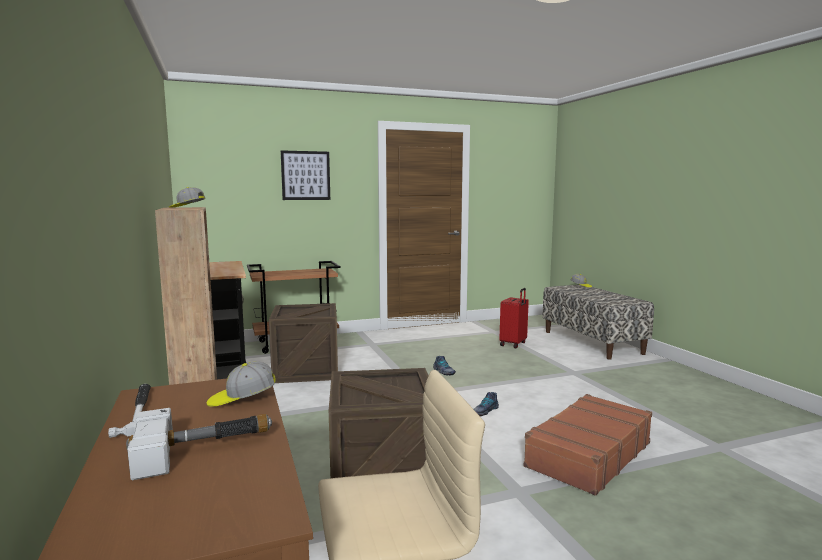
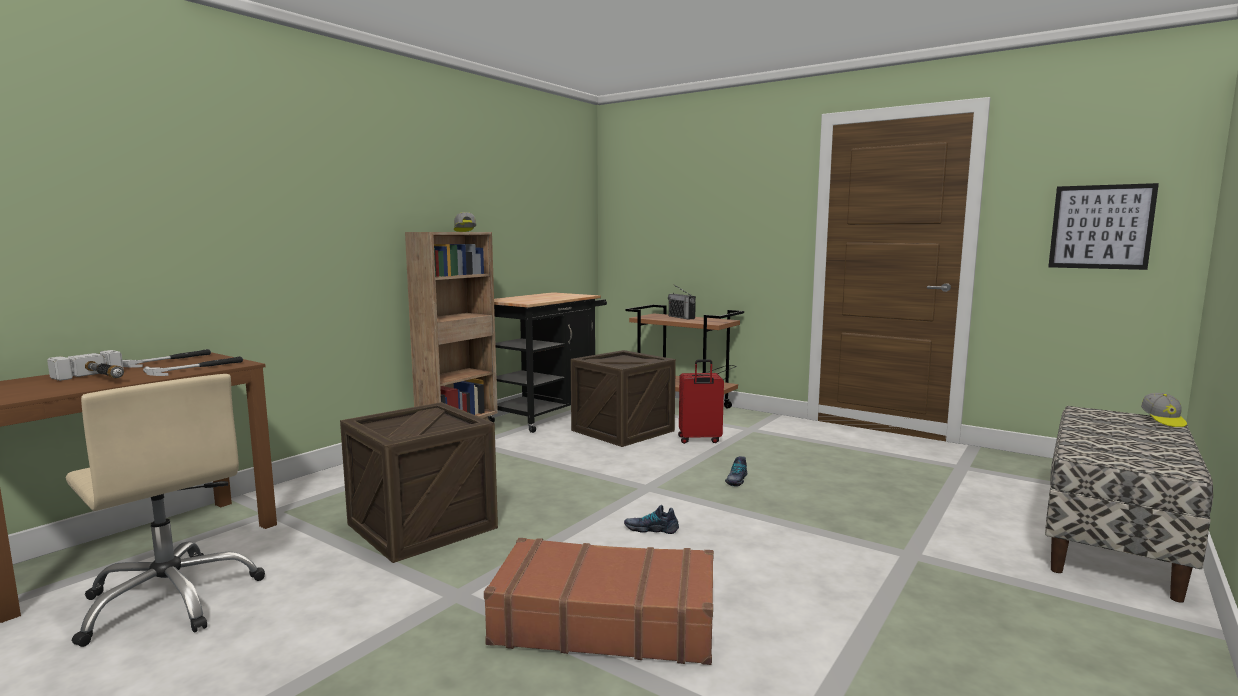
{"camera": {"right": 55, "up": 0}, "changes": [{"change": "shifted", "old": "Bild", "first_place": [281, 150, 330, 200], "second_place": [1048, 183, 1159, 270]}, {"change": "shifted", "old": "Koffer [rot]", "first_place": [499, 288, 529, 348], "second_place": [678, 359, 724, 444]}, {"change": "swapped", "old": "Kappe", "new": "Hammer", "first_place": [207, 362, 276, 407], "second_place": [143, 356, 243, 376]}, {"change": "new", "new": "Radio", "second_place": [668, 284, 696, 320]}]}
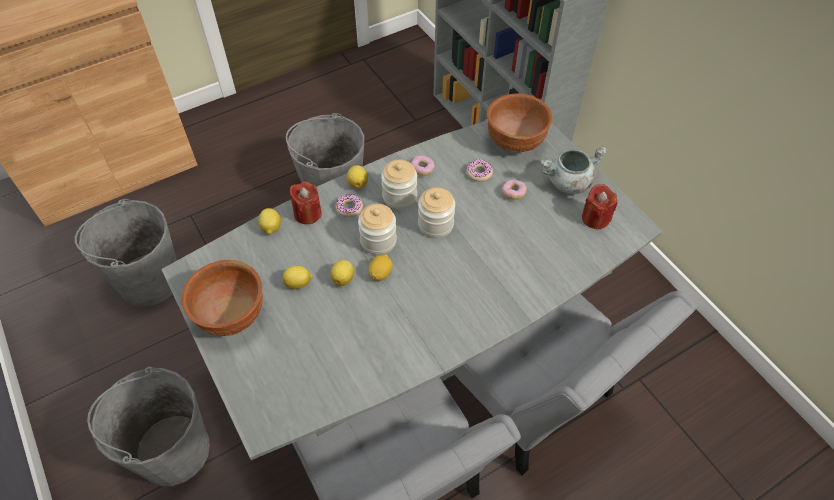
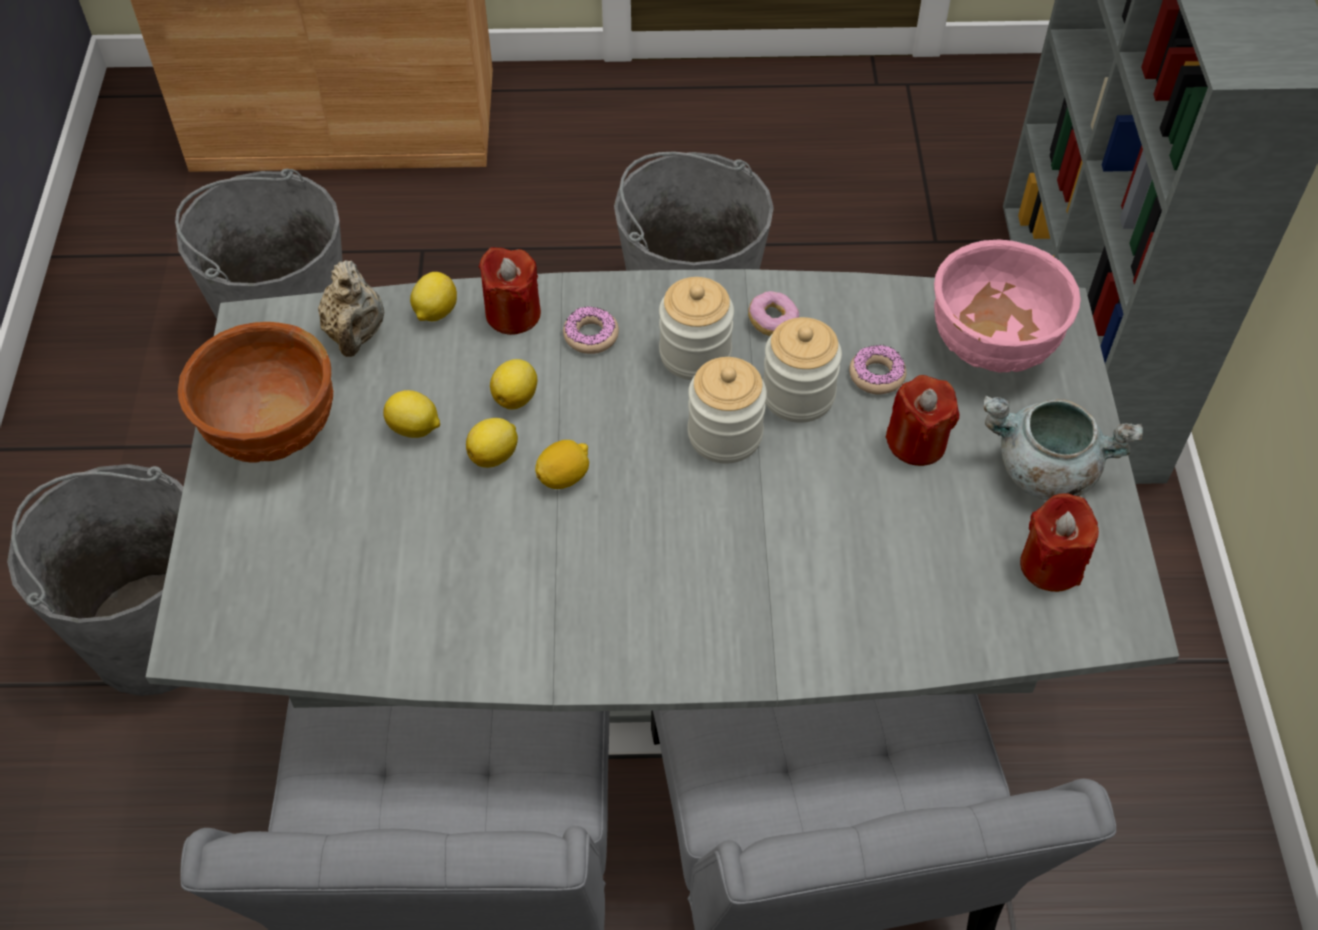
{"camera": {"right": 30, "up": 0}, "changes": [{"change": "repainted", "old": "Schüssel [braun]", "new": "Schüssel [rosa]", "first_place": [487, 94, 552, 152], "second_place": [934, 240, 1081, 373]}, {"change": "shifted", "old": "Zitrone", "first_place": [347, 165, 368, 189], "second_place": [490, 359, 538, 410]}, {"change": "swapped", "old": "Donut", "new": "Kerze [rot]", "first_place": [502, 180, 527, 200], "second_place": [886, 375, 959, 466]}, {"change": "shifted", "old": "Vorratsglas", "first_place": [358, 204, 397, 255], "second_place": [763, 317, 842, 423]}, {"change": "new", "new": "Teekanne [beige]", "second_place": [318, 260, 384, 357]}]}
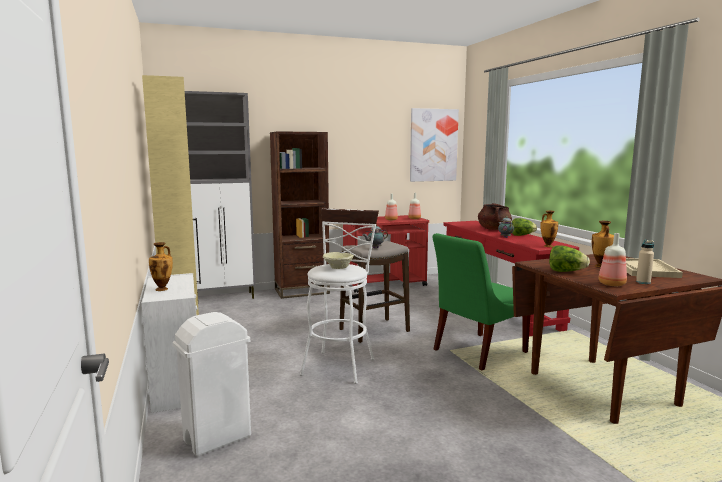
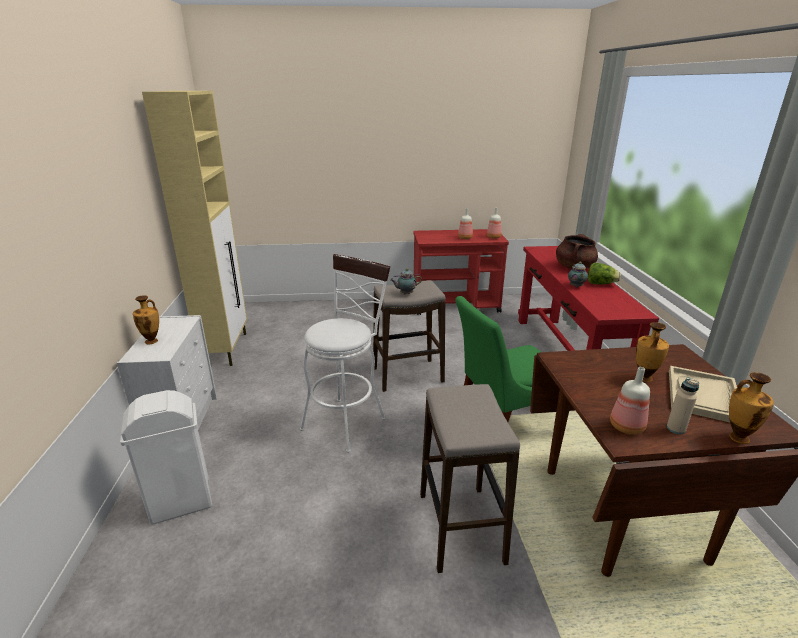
{"camera": {"right": 15, "up": 15}, "changes": [{"change": "gone", "old": "Schrank [grau]", "first_place": [185, 91, 256, 299]}, {"change": "gone", "old": "Bild", "first_place": [410, 108, 459, 182]}, {"change": "gone", "old": "Bücherregal [braun]", "first_place": [270, 131, 330, 299]}, {"change": "shifted", "old": "Vase", "first_place": [540, 210, 558, 247], "second_place": [729, 372, 774, 444]}, {"change": "gone", "old": "Salatkopf", "first_place": [549, 245, 590, 272]}, {"change": "gone", "old": "Schüssel [beige]", "first_place": [323, 252, 354, 269]}, {"change": "new", "new": "Hocker", "second_place": [420, 384, 520, 573]}]}
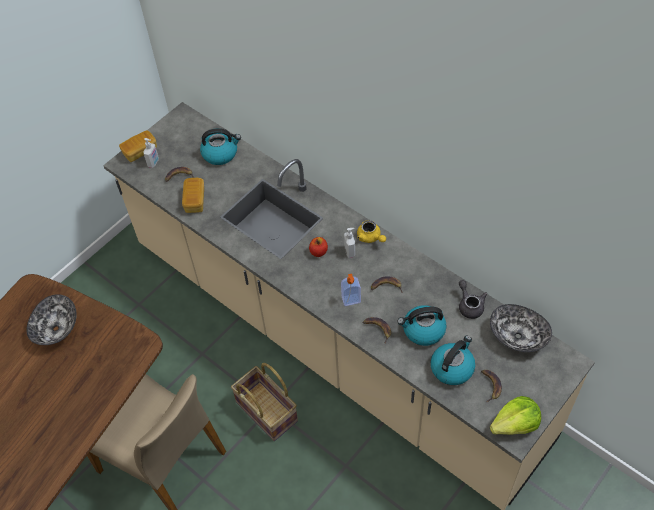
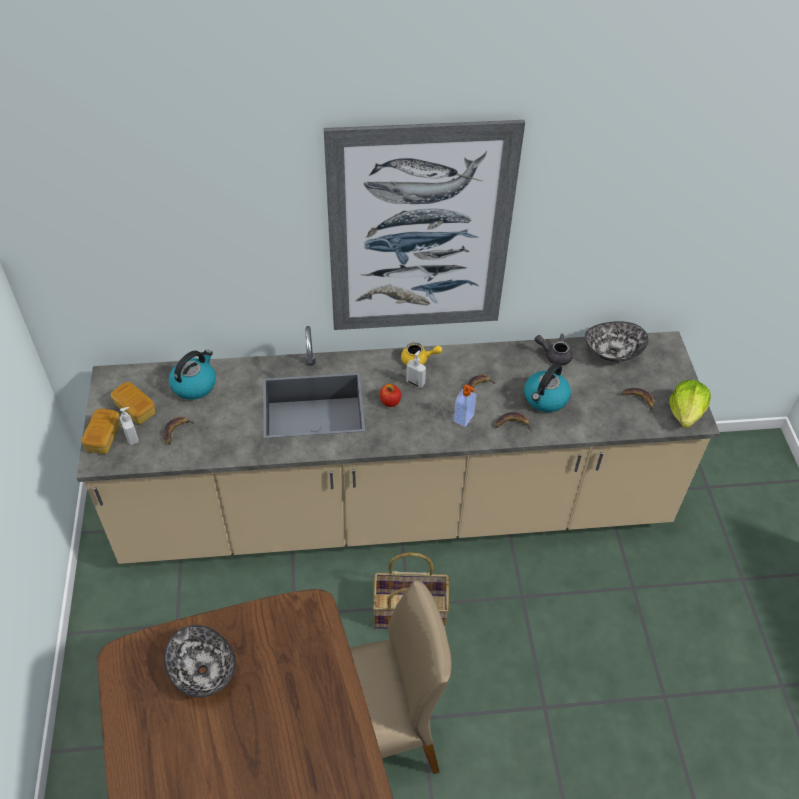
{"camera": {"right": -50, "up": -5}, "changes": [{"change": "shifted", "old": "Brot", "first_place": [182, 178, 204, 213], "second_place": [111, 382, 155, 425]}, {"change": "gone", "old": "Wasserkessel", "first_place": [431, 336, 475, 385]}, {"change": "new", "new": "Bild", "second_place": [324, 120, 525, 330]}]}
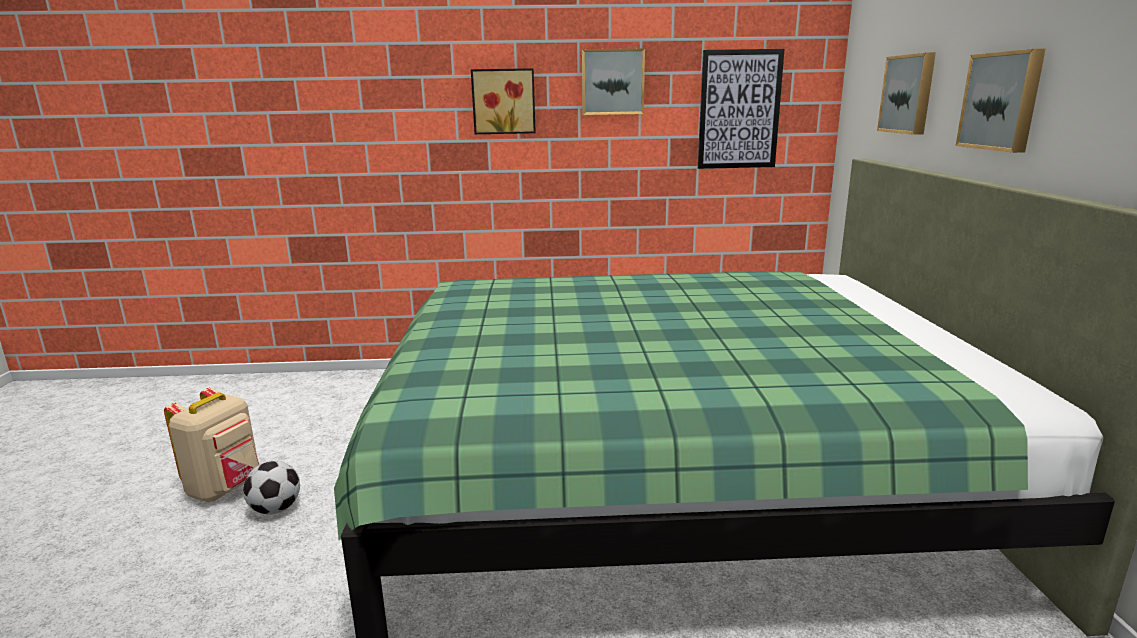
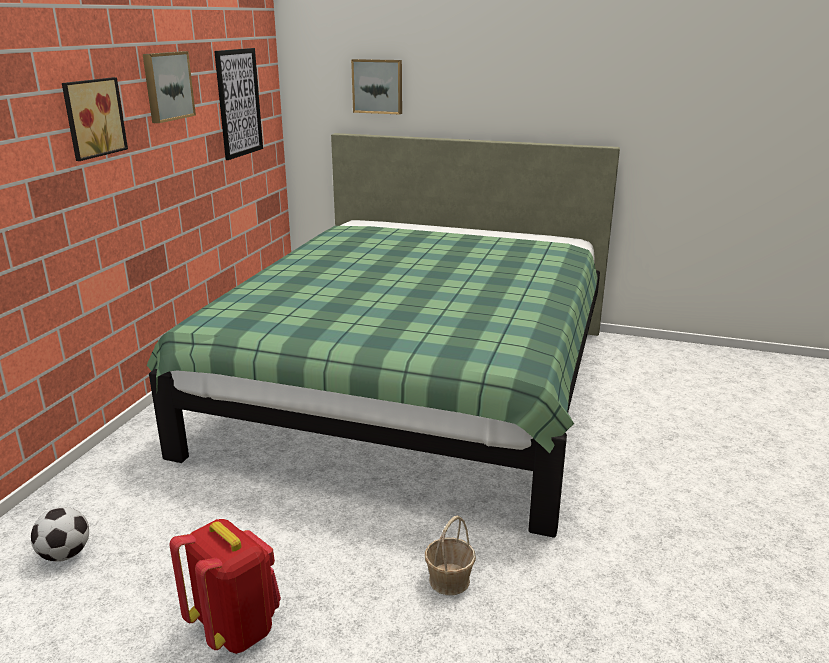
{"camera": {"right": -70, "up": 5}, "changes": [{"change": "gone", "old": "Bild", "first_place": [956, 49, 1046, 153]}, {"change": "repainted", "old": "Rucksack [beige]", "new": "Rucksack [rot]", "first_place": [164, 387, 259, 502], "second_place": [169, 519, 281, 654]}, {"change": "shifted", "old": "Fußball", "first_place": [243, 461, 300, 514], "second_place": [31, 507, 89, 562]}, {"change": "new", "new": "Korb", "second_place": [425, 516, 476, 595]}]}
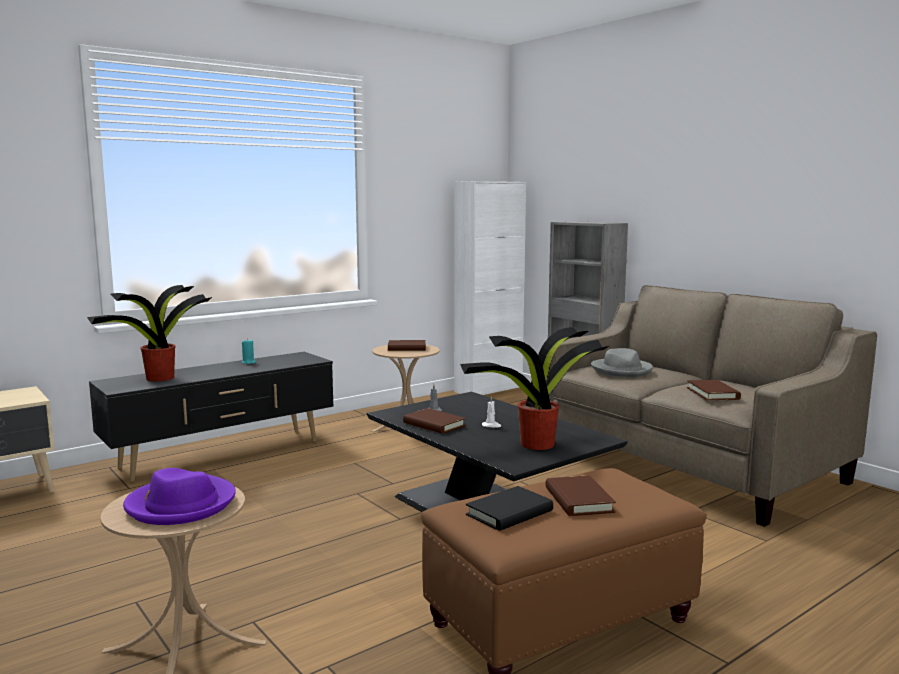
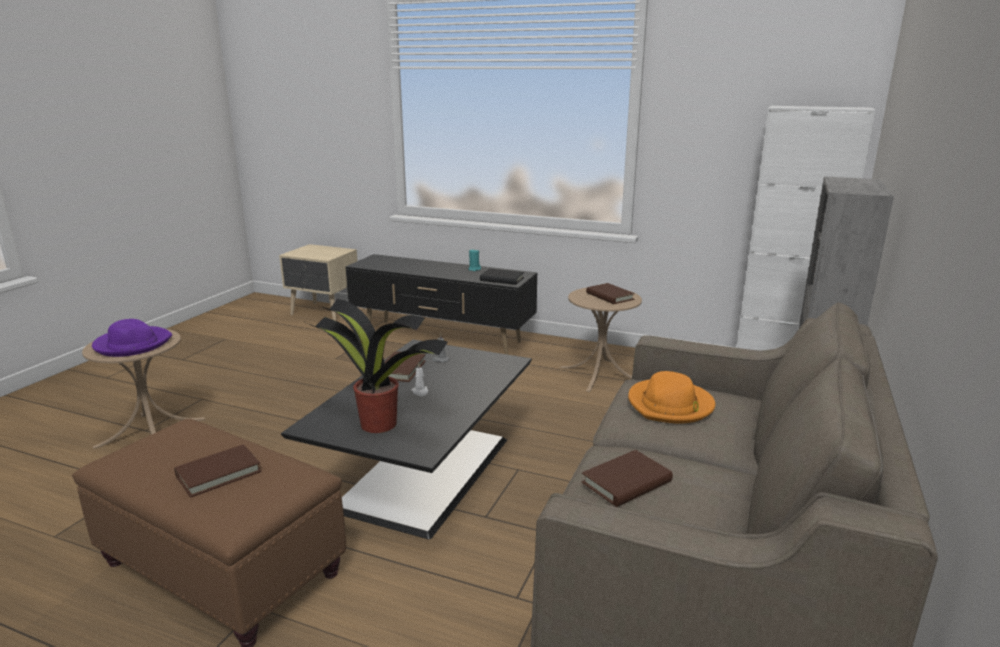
{"camera": {"right": 60, "up": 10}, "changes": [{"change": "gone", "old": "Topfpflanze", "first_place": [87, 285, 212, 381]}, {"change": "repainted", "old": "Hut [grau]", "new": "Hut [orange]", "first_place": [591, 348, 653, 377], "second_place": [628, 371, 715, 424]}, {"change": "shifted", "old": "Buch [schwarz]", "first_place": [466, 486, 553, 531], "second_place": [480, 269, 524, 285]}]}
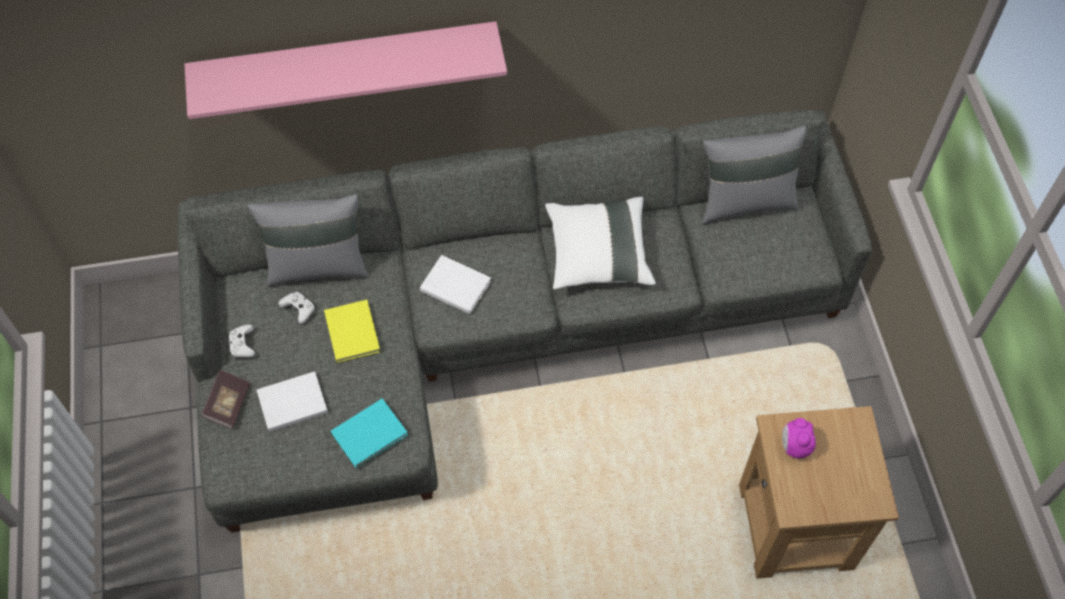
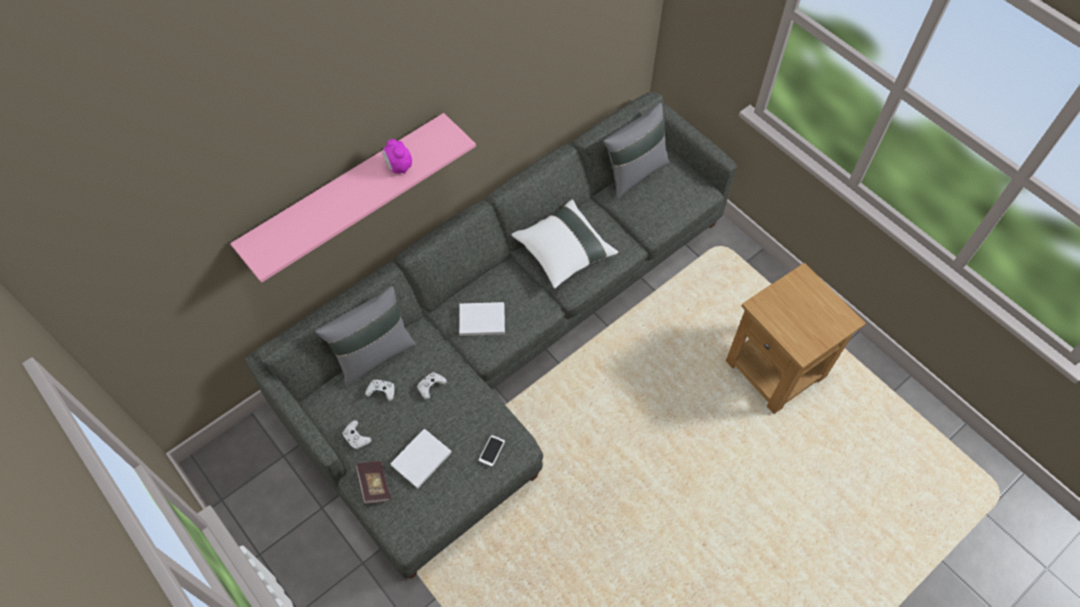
{"camera": {"right": -30, "up": 0}, "changes": [{"change": "swapped", "old": "Buch [gelb]", "new": "Gamepad [weiß]", "first_place": [324, 300, 381, 363], "second_place": [417, 372, 447, 400]}, {"change": "swapped", "old": "Buch [türkis]", "new": "Handy", "first_place": [331, 398, 408, 469], "second_place": [478, 435, 505, 467]}, {"change": "shifted", "old": "Wecker", "first_place": [782, 418, 816, 459], "second_place": [382, 139, 412, 174]}]}
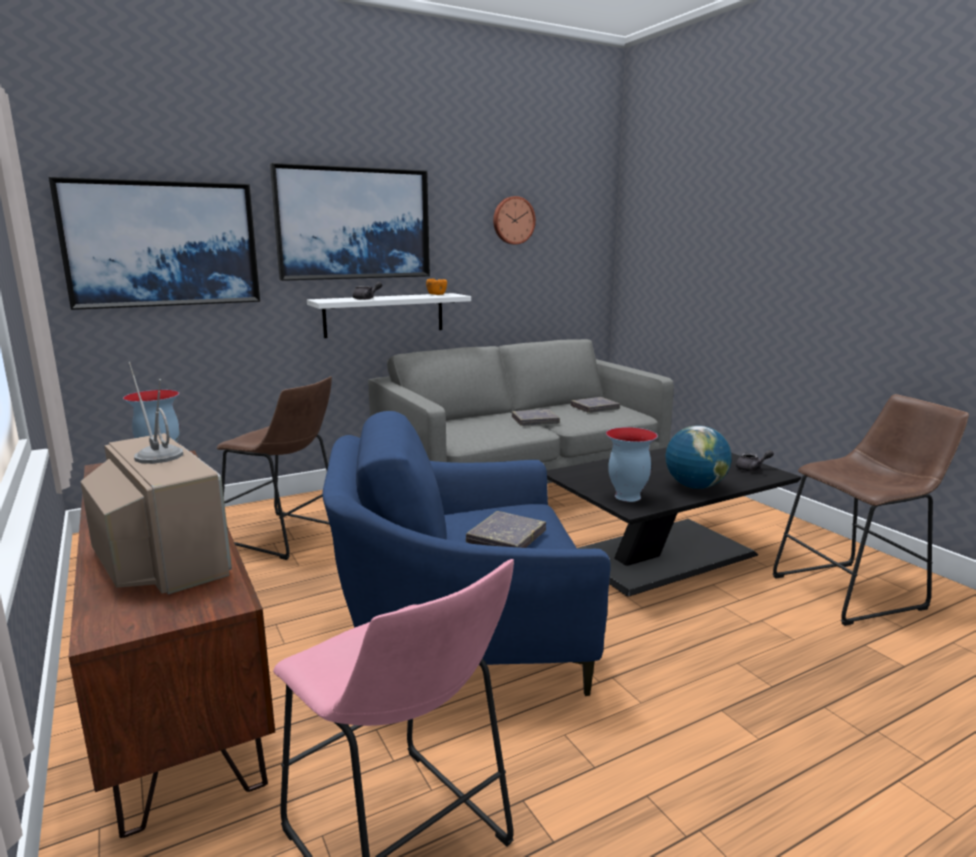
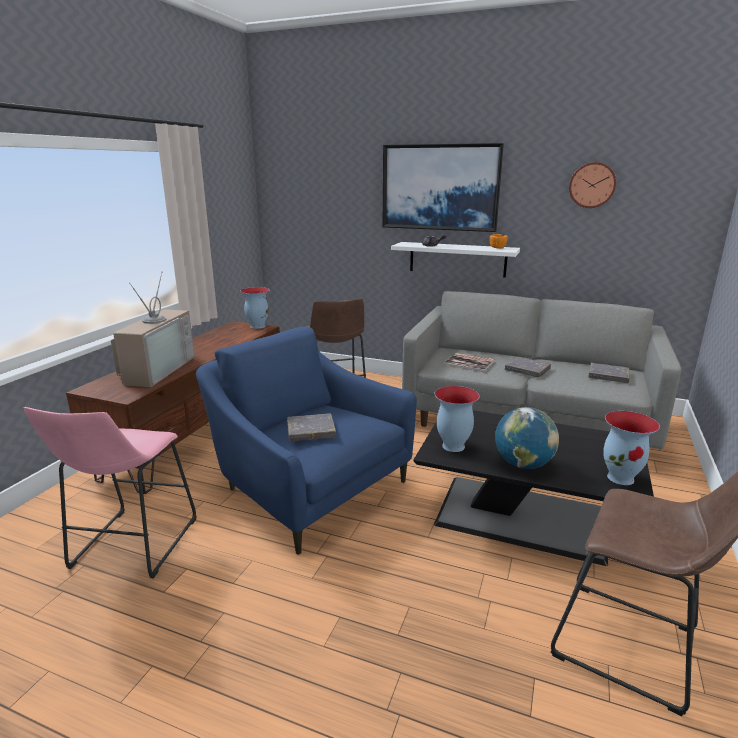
{"camera": {"right": 50, "up": 5}, "changes": [{"change": "gone", "old": "Bild", "first_place": [49, 177, 260, 310]}, {"change": "swapped", "old": "Teekanne [grau]", "new": "Vase", "first_place": [736, 450, 774, 472], "second_place": [603, 411, 660, 485]}, {"change": "new", "new": "Buch", "second_place": [444, 353, 495, 373]}]}
